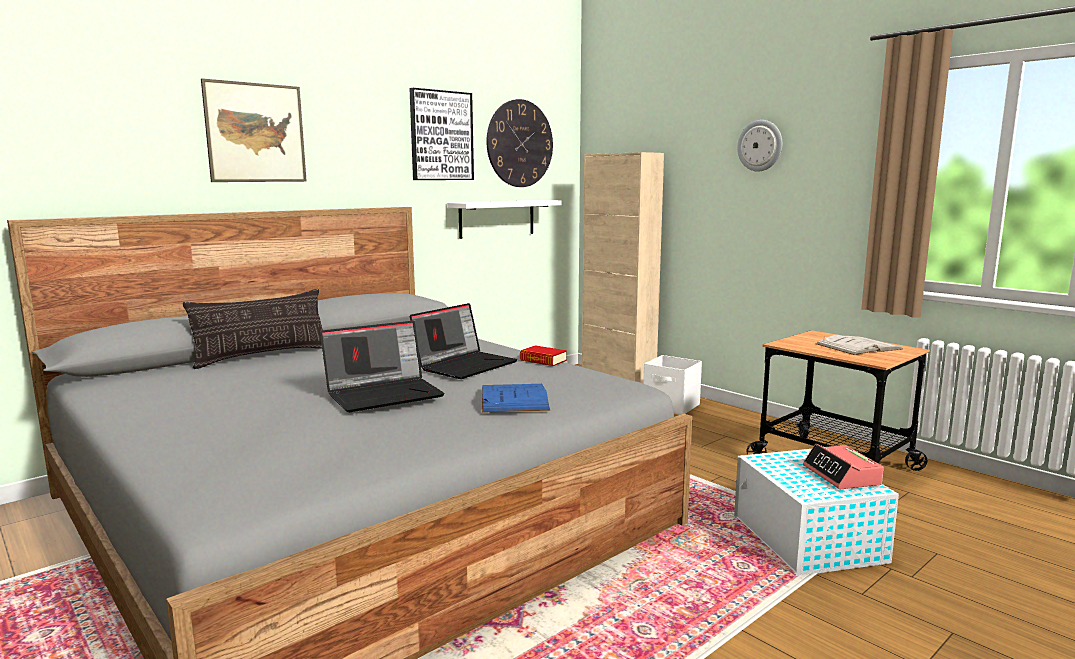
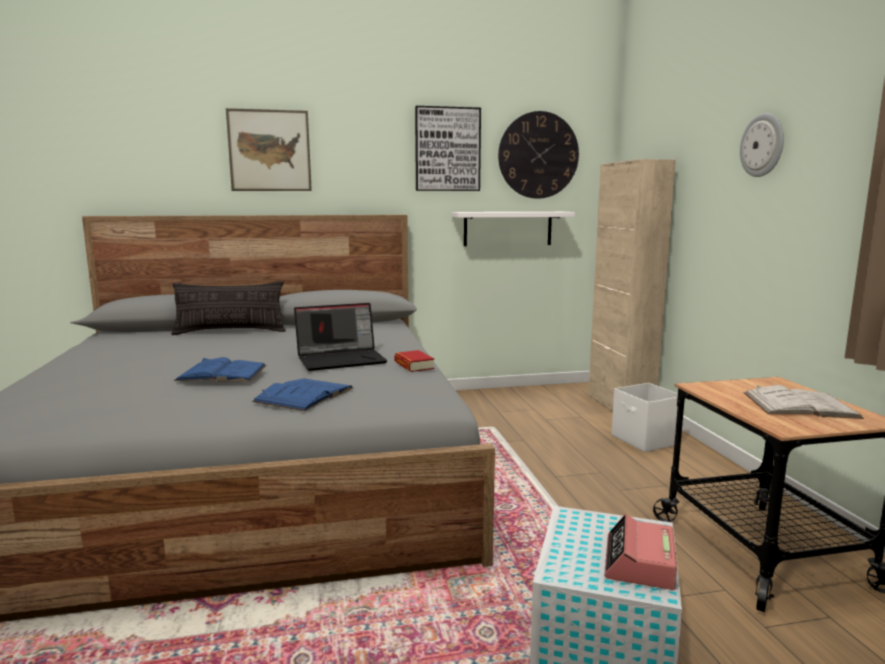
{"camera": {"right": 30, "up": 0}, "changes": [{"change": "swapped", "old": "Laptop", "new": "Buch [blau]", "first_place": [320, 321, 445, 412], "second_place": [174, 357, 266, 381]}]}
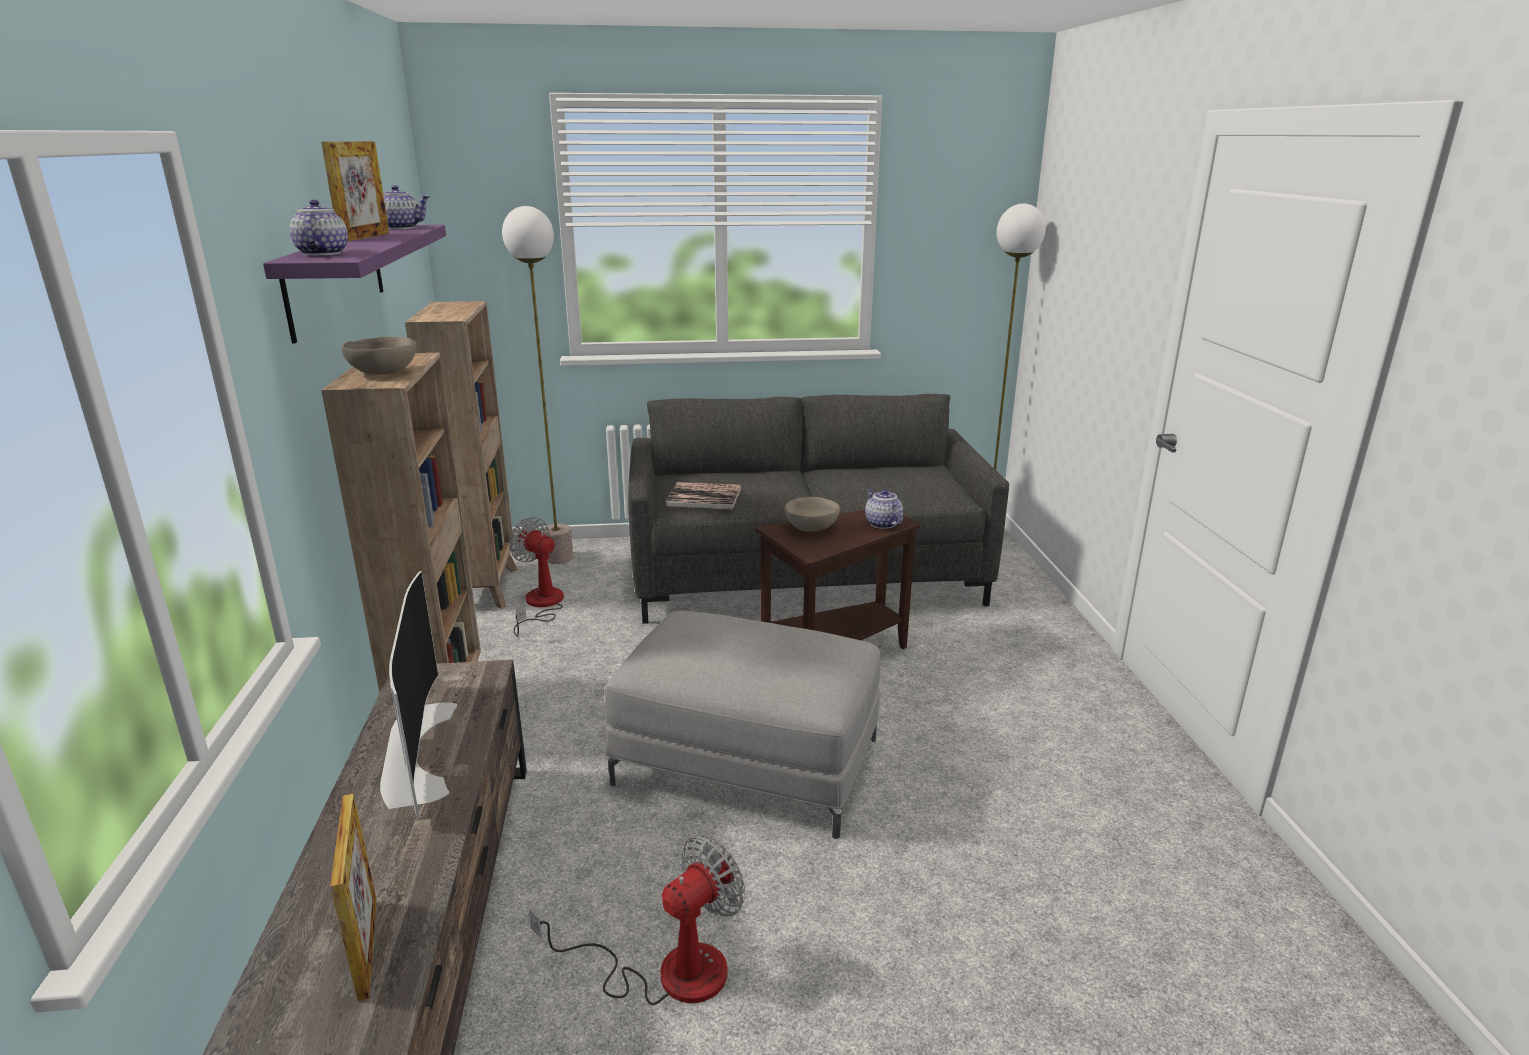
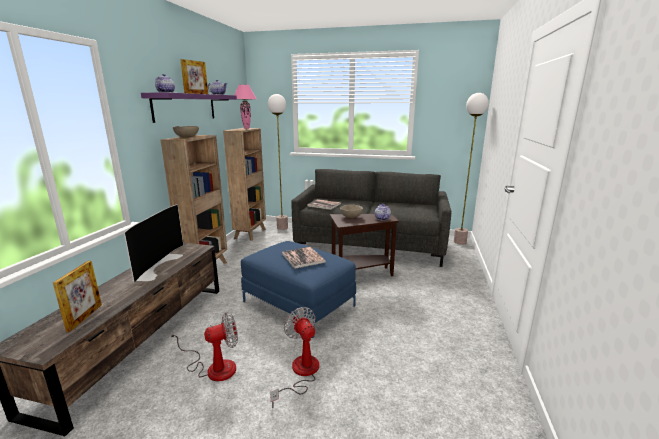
{"camera": {"right": 20, "up": -5}, "changes": [{"change": "shifted", "old": "Ventilator", "first_place": [509, 517, 564, 637], "second_place": [270, 307, 319, 408]}, {"change": "repainted", "old": "Polsterhocker [grau]", "new": "Polsterhocker [blau]", "first_place": [604, 611, 881, 839], "second_place": [241, 241, 356, 338]}, {"change": "new", "new": "Tischlampe [rosa]", "second_place": [234, 85, 257, 129]}, {"change": "new", "new": "Buch", "second_place": [282, 247, 326, 269]}]}
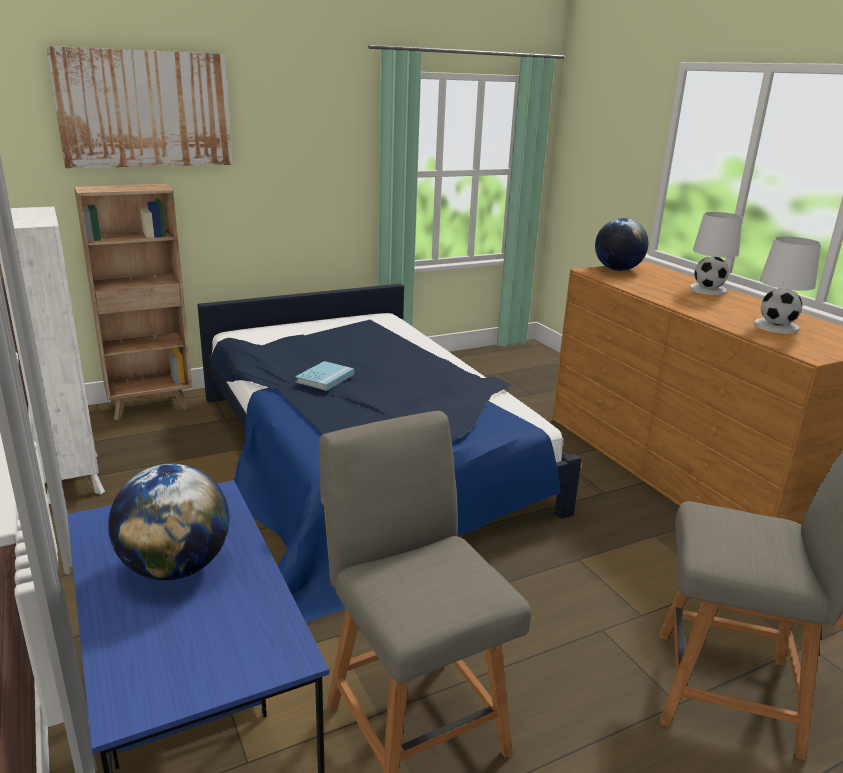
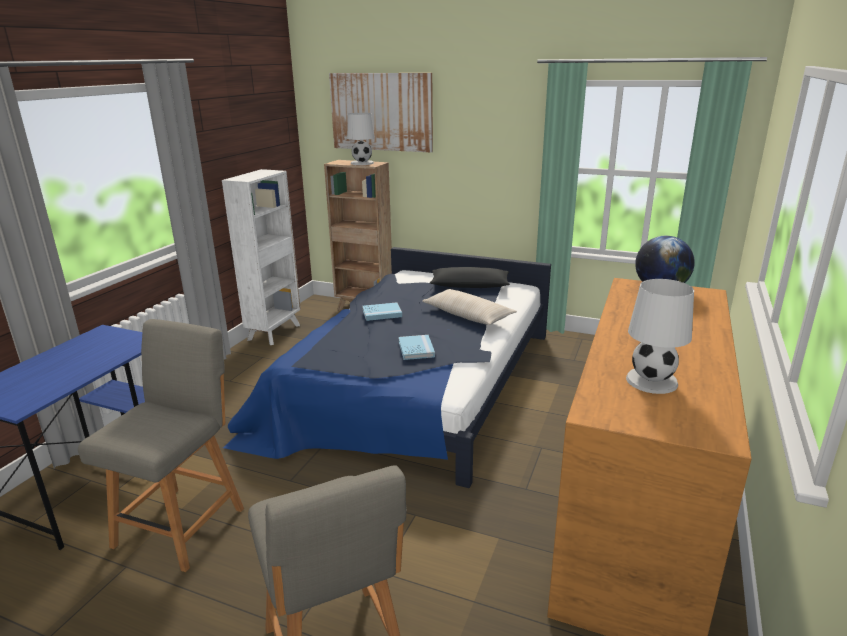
{"camera": {"right": 50, "up": 0}, "changes": [{"change": "shifted", "old": "Tischlampe [weiß]", "first_place": [689, 212, 743, 295], "second_place": [347, 113, 375, 165]}, {"change": "gone", "old": "Globus", "first_place": [108, 464, 229, 580]}, {"change": "new", "new": "Kissen [schwarz]", "second_place": [430, 267, 510, 288]}, {"change": "new", "new": "Kissen [beige]", "second_place": [422, 289, 517, 325]}, {"change": "new", "new": "Buch [blau]", "second_place": [398, 335, 435, 360]}]}
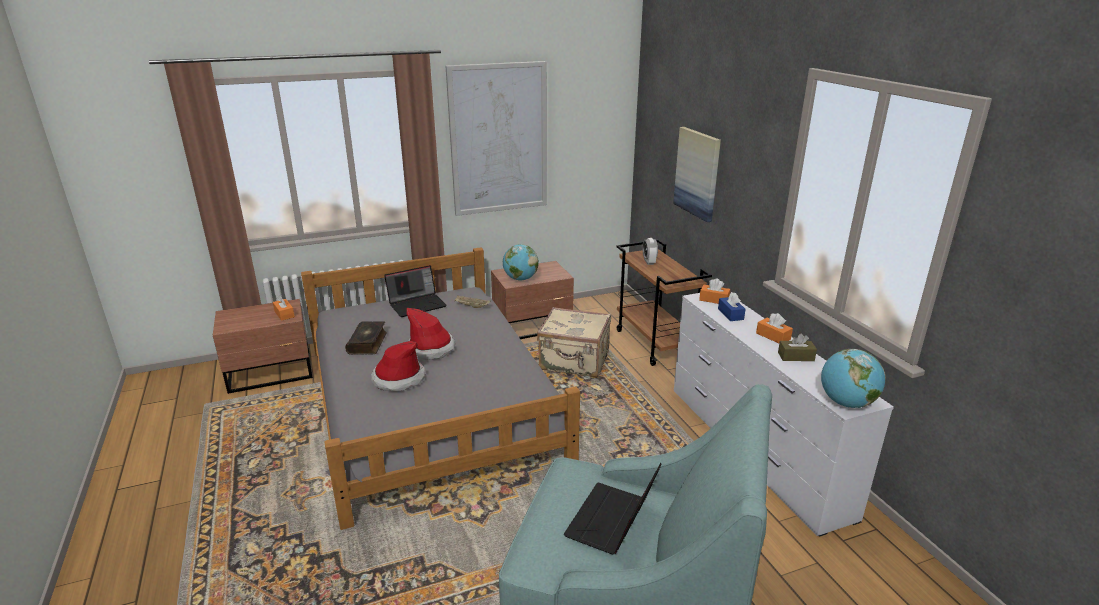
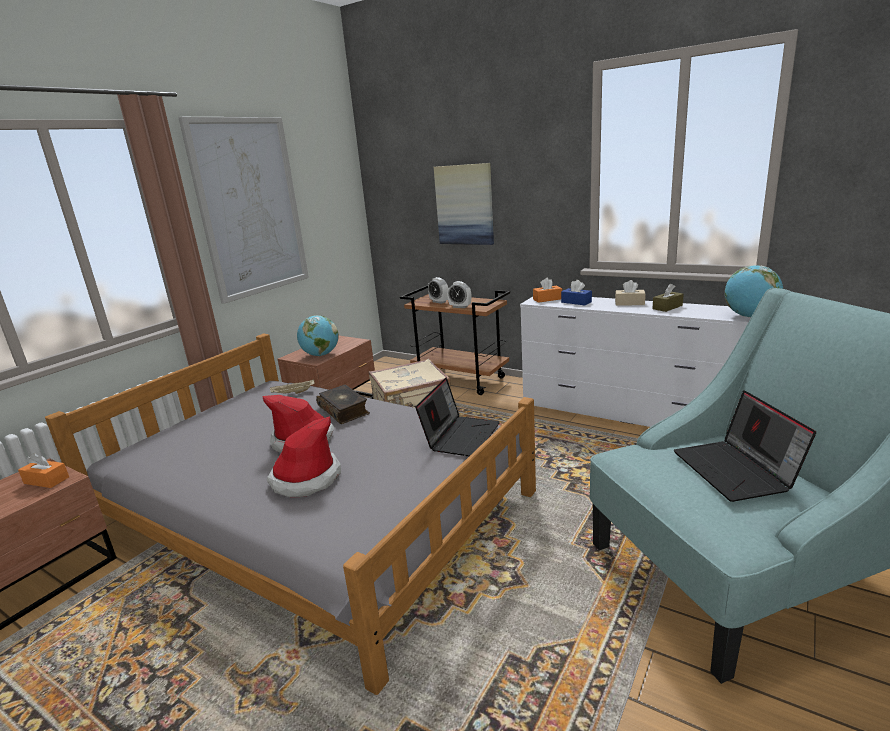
{"camera": {"right": -35, "up": -5}, "changes": [{"change": "shifted", "old": "Laptop", "first_place": [384, 265, 447, 317], "second_place": [415, 378, 500, 456]}, {"change": "repainted", "old": "Taschentuchbox [orange]", "new": "Taschentuchbox [beige]", "first_place": [756, 313, 793, 343], "second_place": [615, 280, 645, 306]}, {"change": "shifted", "old": "Buch", "first_place": [345, 321, 387, 355], "second_place": [316, 385, 370, 424]}, {"change": "new", "new": "Wecker", "second_place": [447, 281, 471, 308]}]}
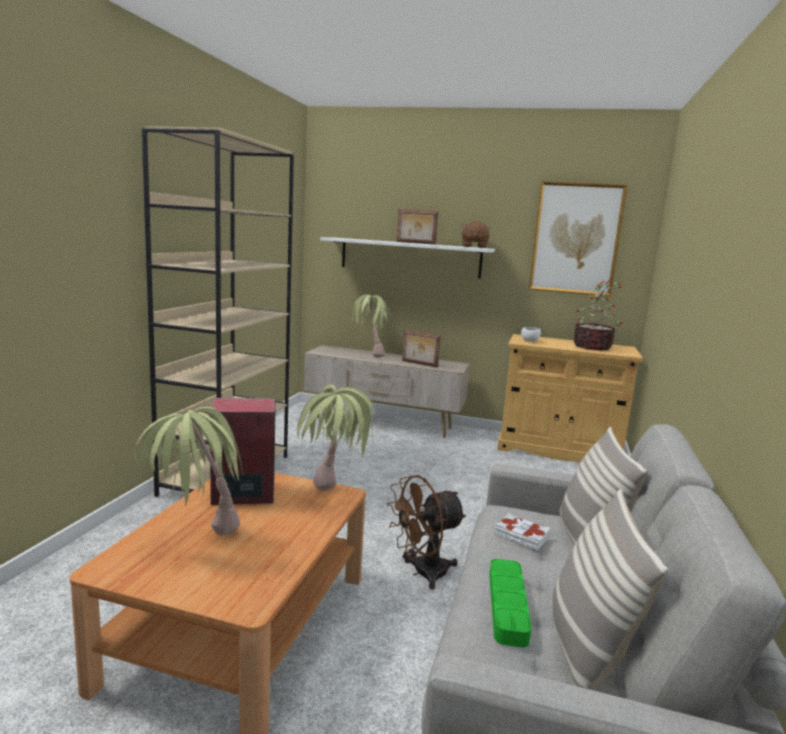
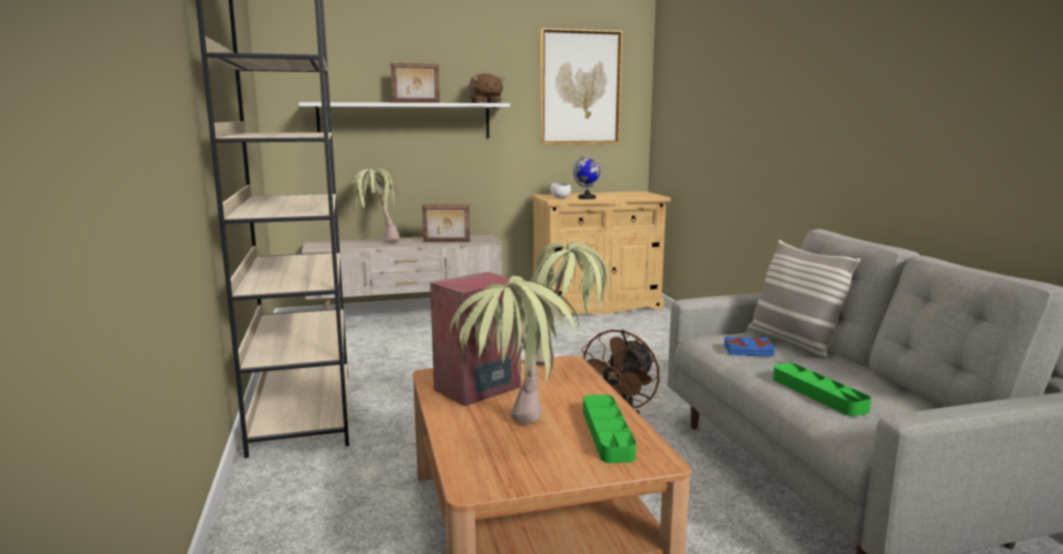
{"camera": {"right": -30, "up": 0}, "changes": [{"change": "gone", "old": "Topfpflanze", "first_place": [573, 280, 623, 351]}, {"change": "gone", "old": "Kissen", "first_place": [552, 489, 668, 690]}, {"change": "repainted", "old": "Buch [weiß]", "new": "Buch [blau]", "first_place": [495, 513, 550, 550], "second_place": [724, 336, 775, 356]}, {"change": "new", "new": "Globus", "second_place": [573, 156, 600, 199]}, {"change": "new", "new": "Tablett [grün]", "second_place": [583, 395, 636, 463]}]}
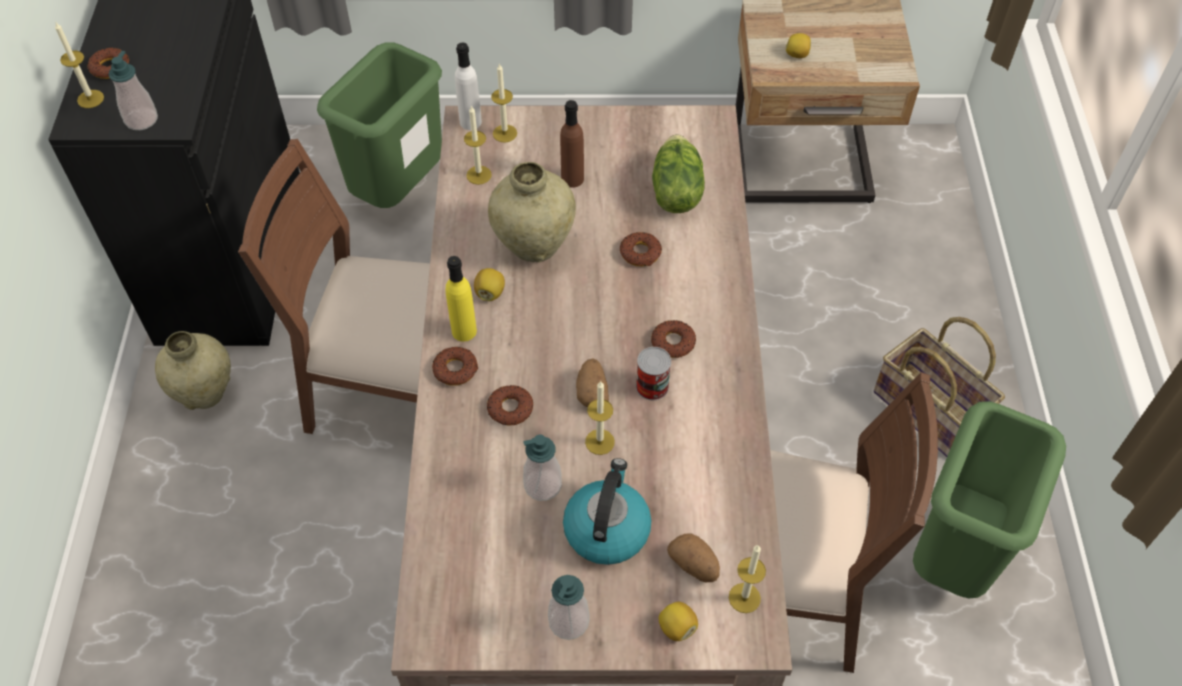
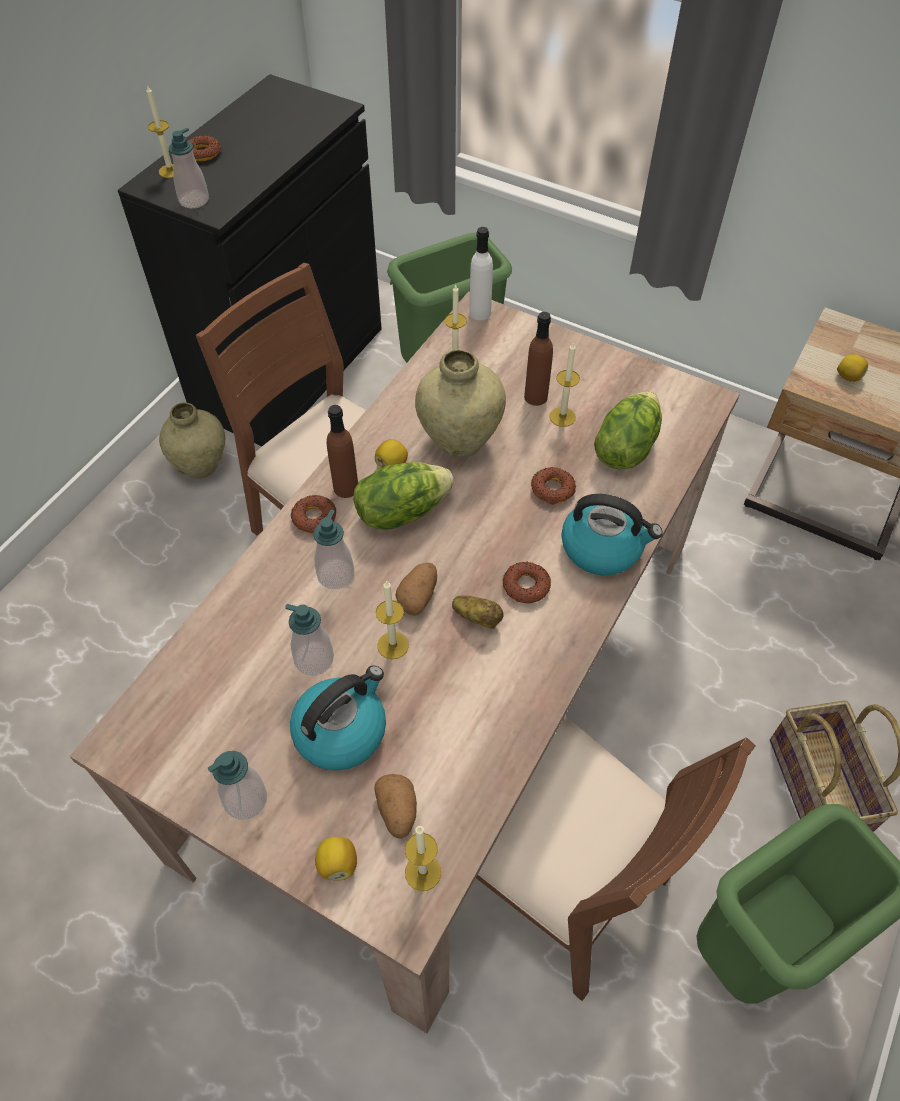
{"camera": {"right": 30, "up": 0}, "changes": [{"change": "shifted", "old": "Kerze", "first_place": [491, 64, 517, 142], "second_place": [549, 343, 580, 427]}, {"change": "repainted", "old": "Flasche [gelb]", "new": "Flasche [braun]", "first_place": [445, 256, 477, 341], "second_place": [327, 405, 358, 498]}, {"change": "swapped", "old": "Dose", "new": "Kartoffel", "first_place": [636, 347, 671, 400], "second_place": [452, 596, 504, 629]}, {"change": "swapped", "old": "Donut", "new": "Seifenspender", "first_place": [487, 385, 533, 425], "second_place": [313, 509, 355, 589]}, {"change": "new", "new": "Salatkopf", "second_place": [354, 462, 454, 530]}, {"change": "new", "new": "Wasserkessel", "second_place": [561, 494, 663, 576]}]}
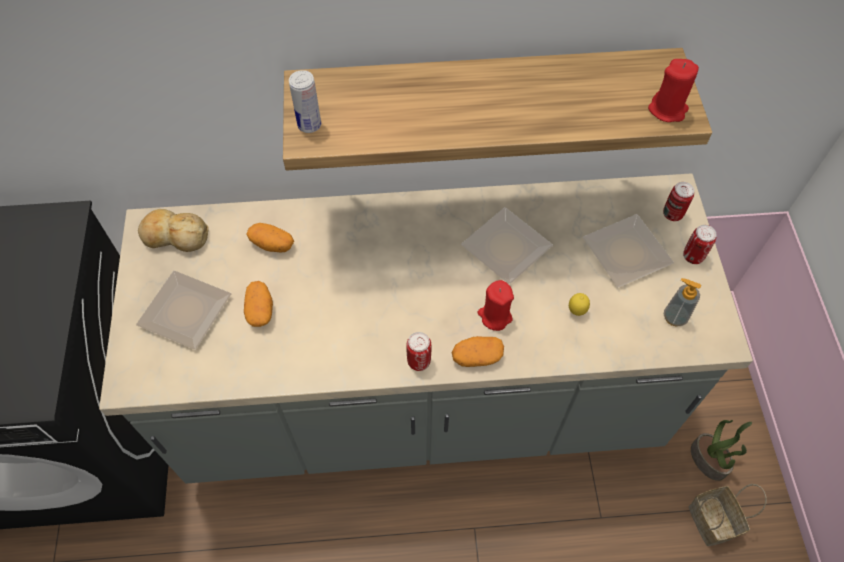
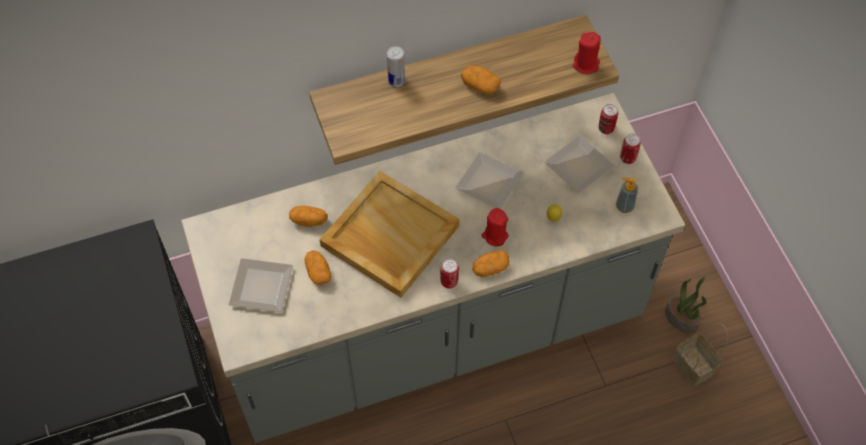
{"camera": {"right": -15, "up": 0}, "changes": [{"change": "shifted", "old": "Dose", "first_place": [289, 70, 321, 133], "second_place": [387, 46, 405, 87]}, {"change": "gone", "old": "Brot", "first_place": [138, 209, 209, 252]}, {"change": "new", "new": "Kartoffel", "second_place": [461, 66, 501, 94]}, {"change": "new", "new": "Tablett [beige]", "second_place": [320, 171, 460, 298]}]}
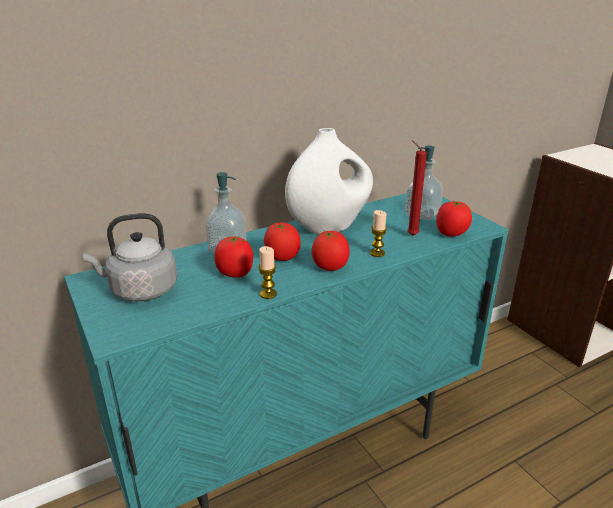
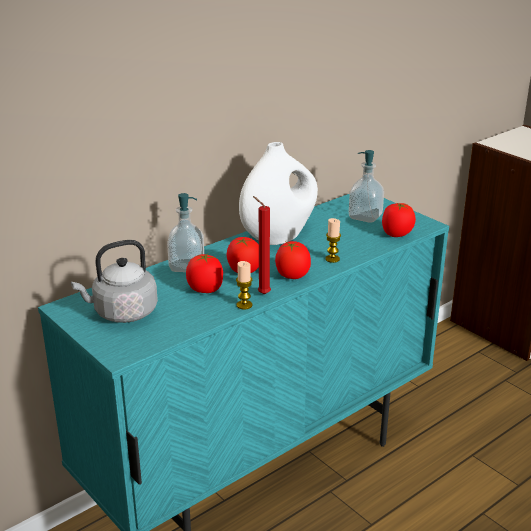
{"camera": {"right": -10, "up": 0}, "changes": [{"change": "shifted", "old": "Kerze [rot]", "first_place": [407, 140, 427, 236], "second_place": [253, 196, 271, 295]}]}
